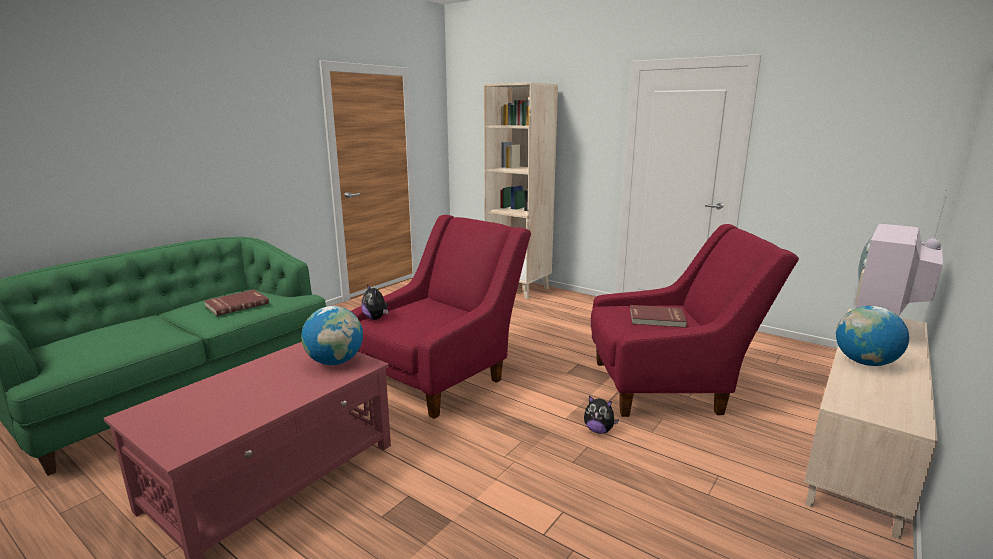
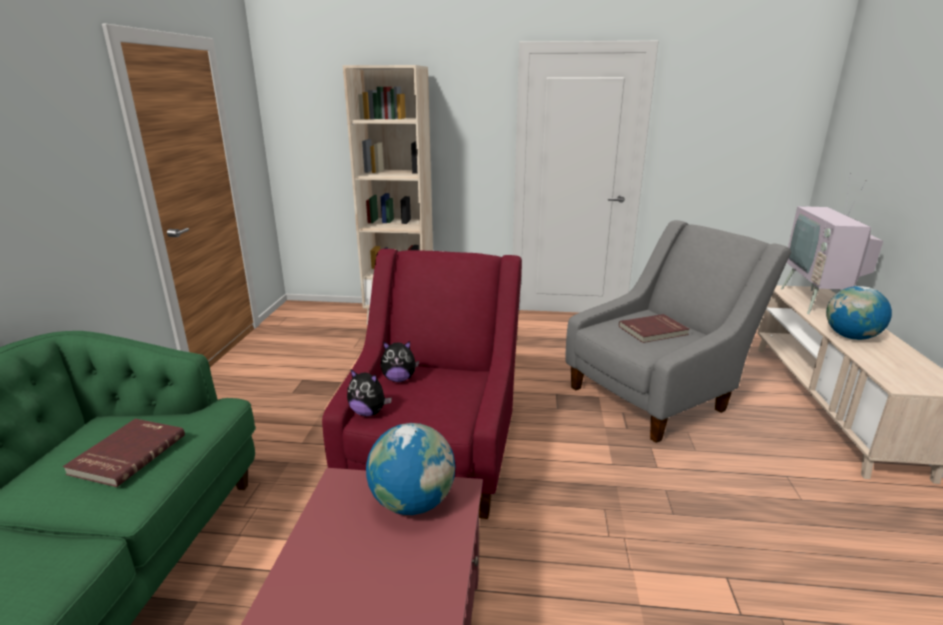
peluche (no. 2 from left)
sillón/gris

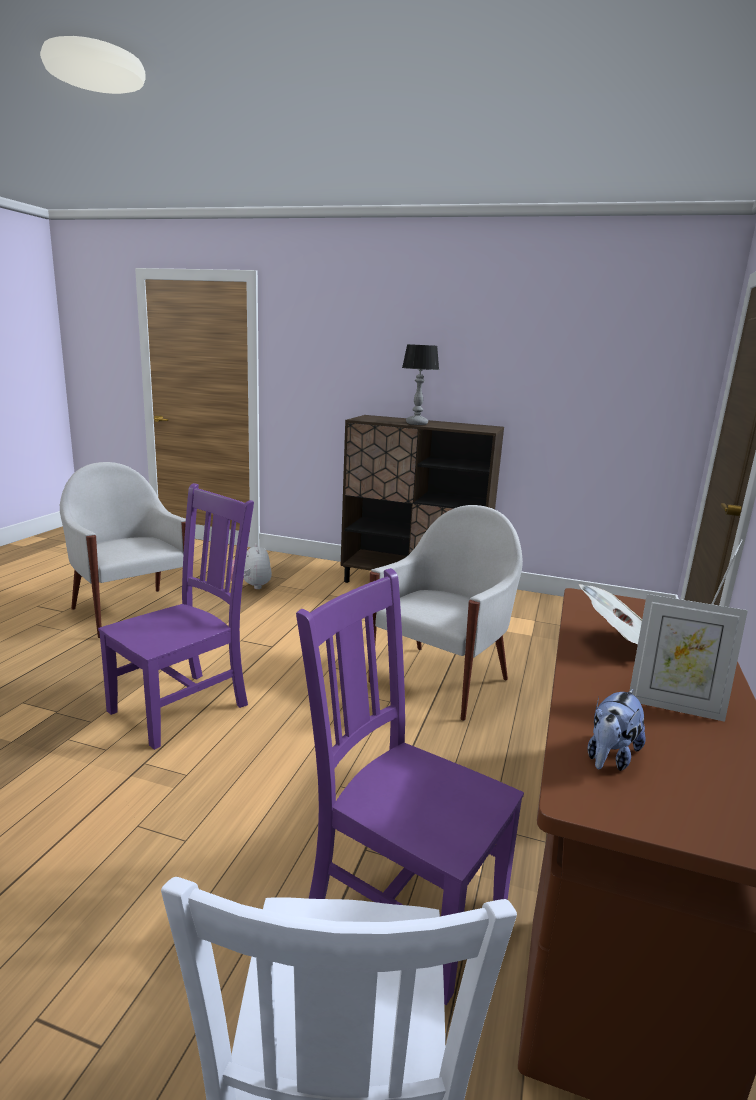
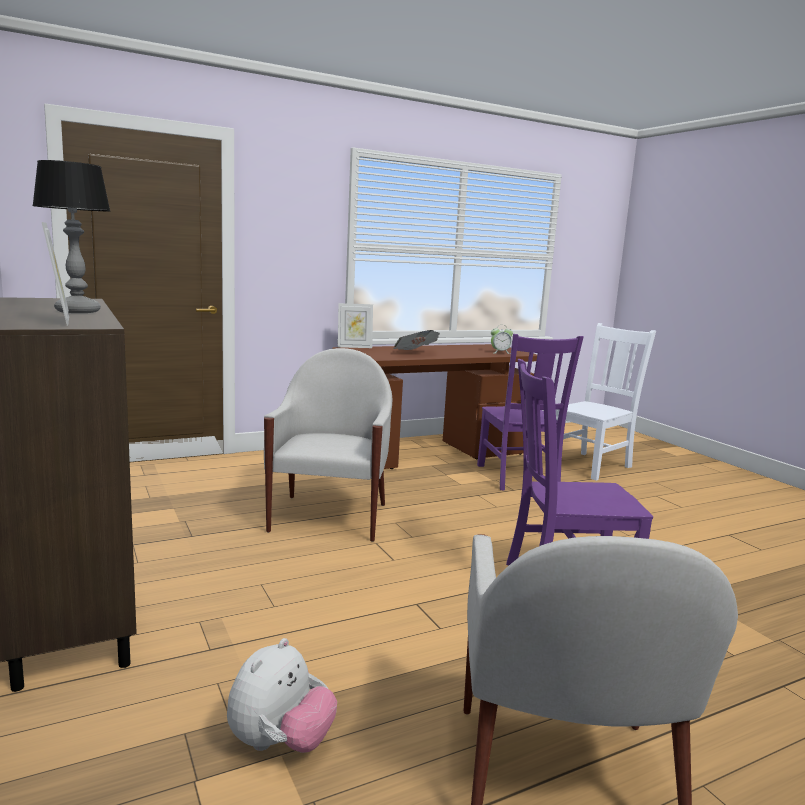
portarretratos (no. 1 from left)
sillón/blanco (no. 1 from left)
despertador

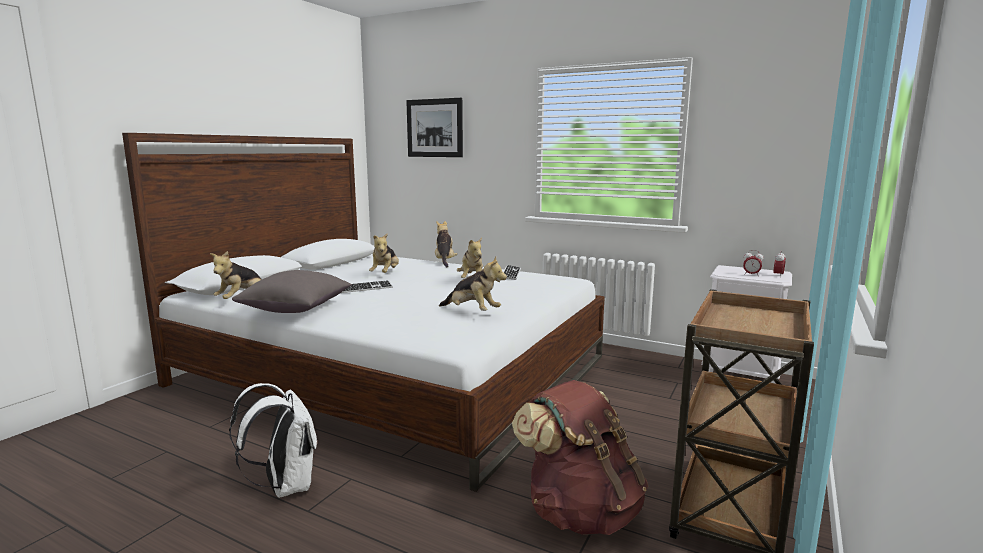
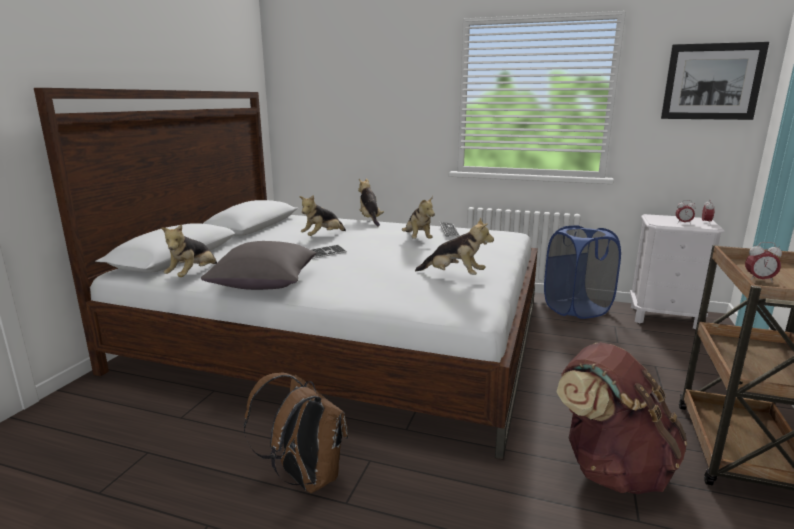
mochila/marrón (no. 1 from left)
peluche (no. 2 from left)
cesto de la ropa/azul
cuadro
despertador (no. 3 from left)

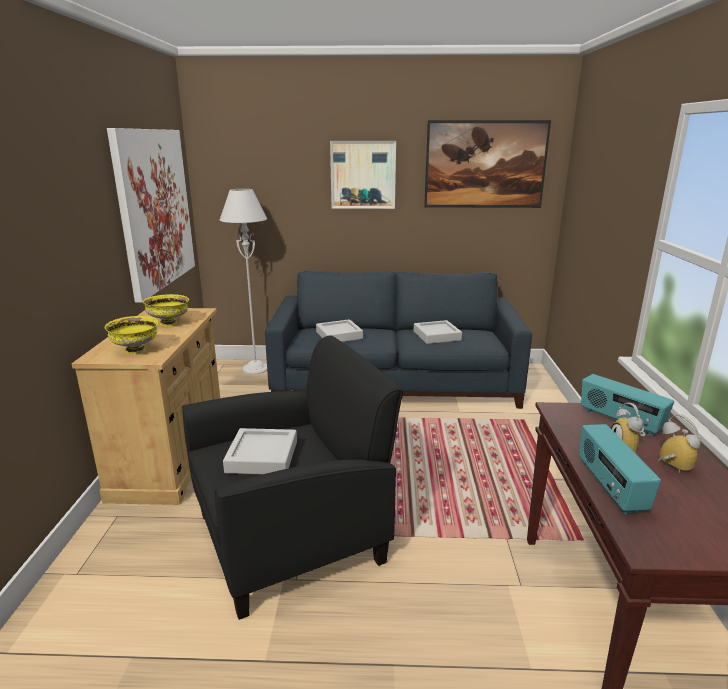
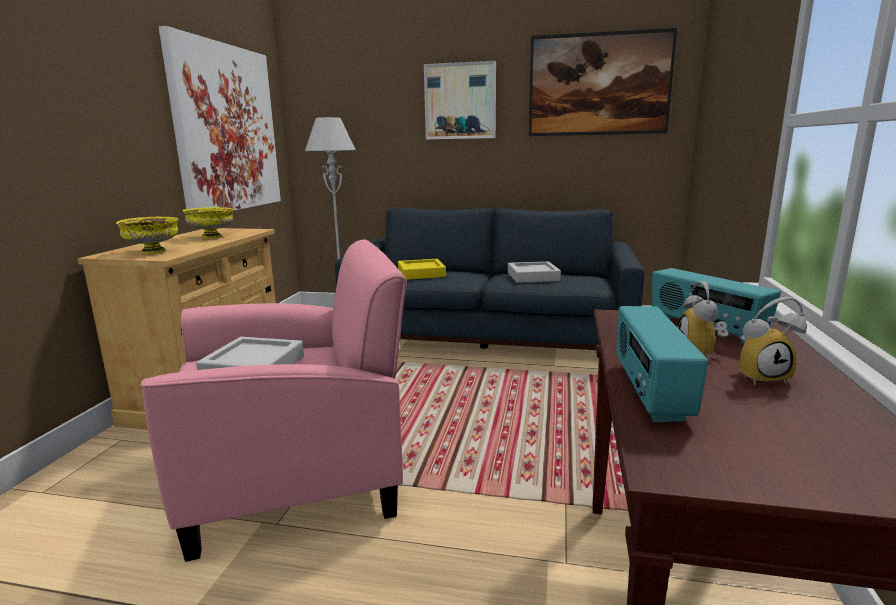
sillón/rosa
bandeja/amarillo
despertador (no. 2 from left)

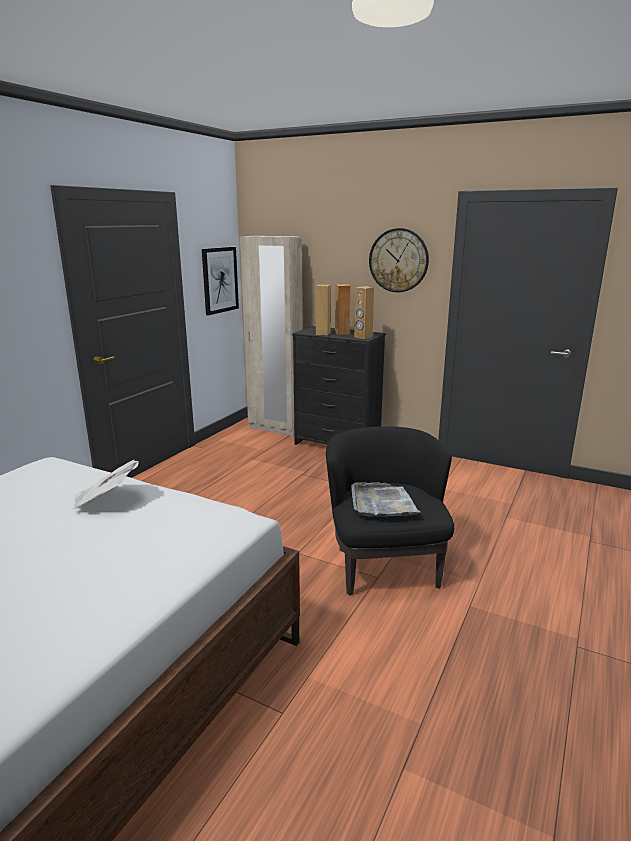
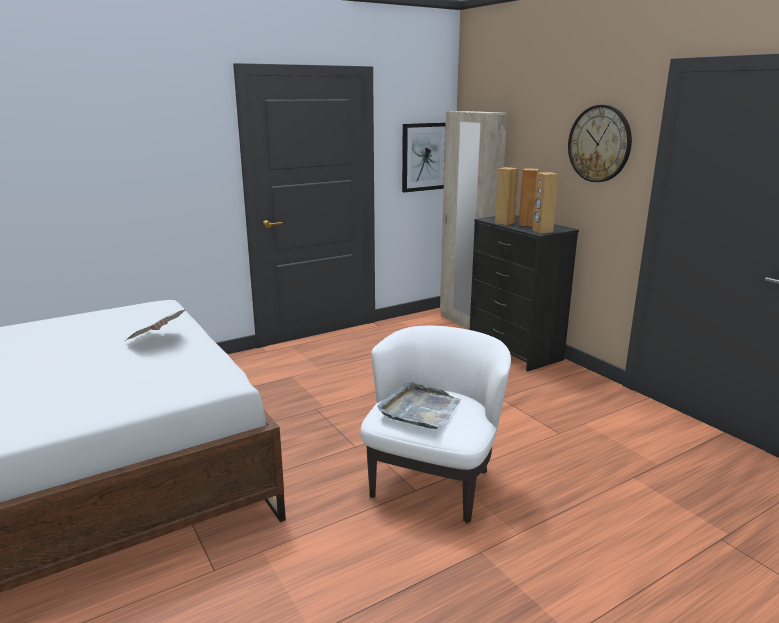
sillón/blanco

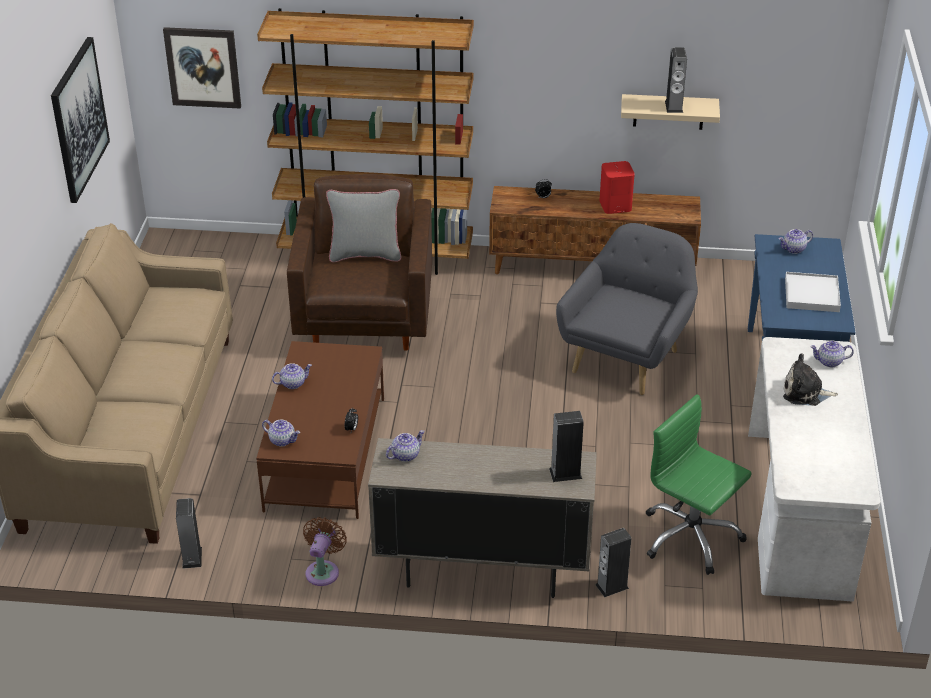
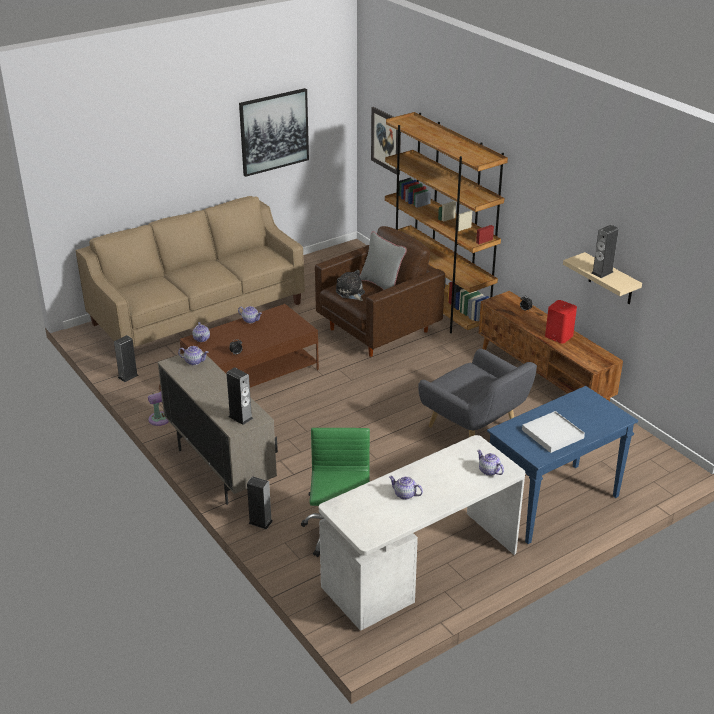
peluche
tetera (no. 4 from left)
sillón/gris

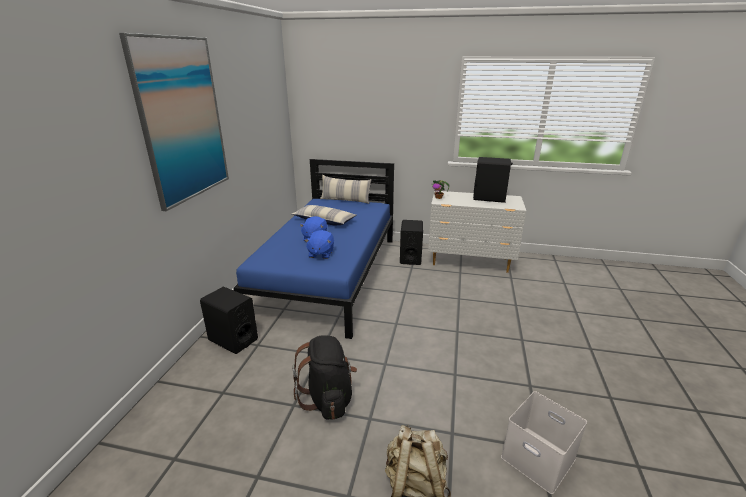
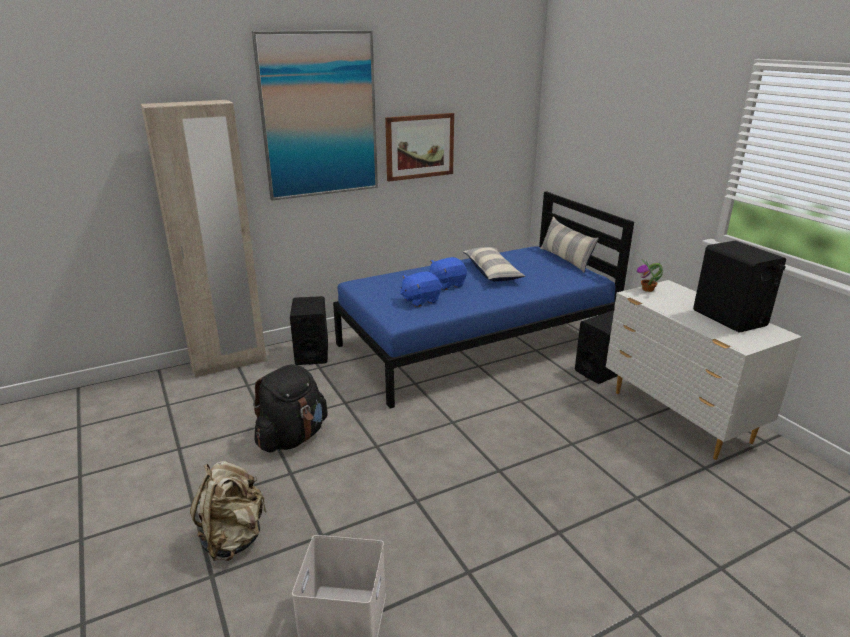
armario ropero/beis
cuadro (no. 2 from left)

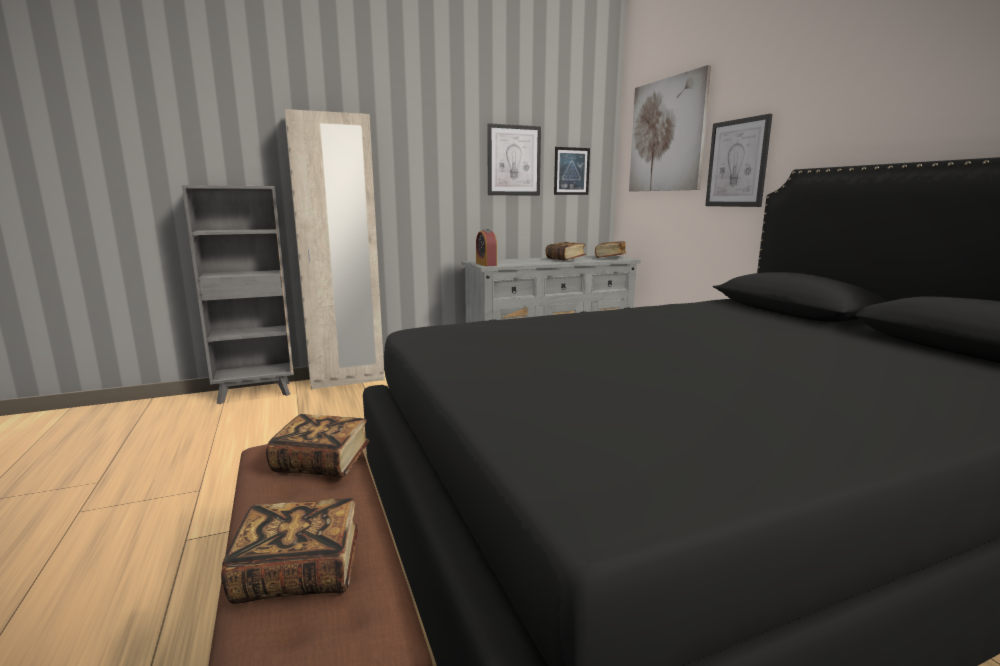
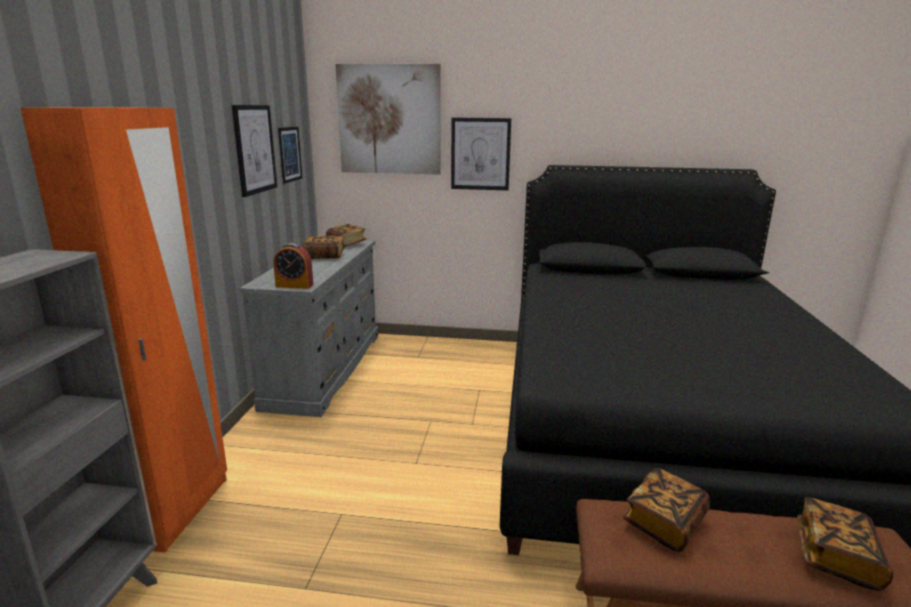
armario ropero/naranja

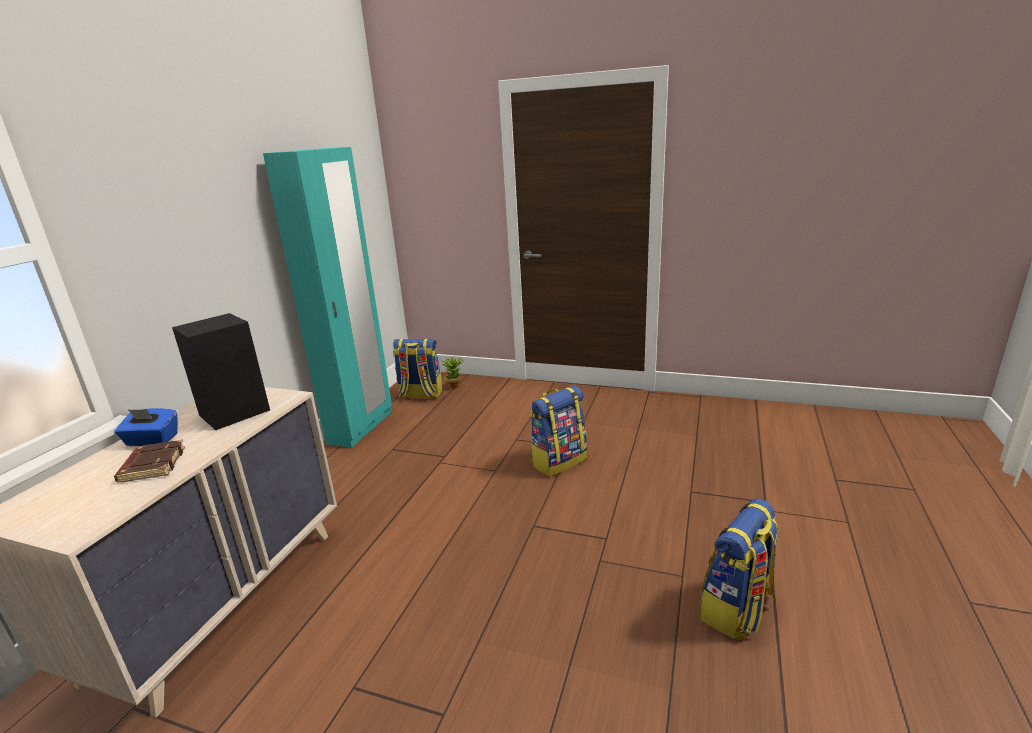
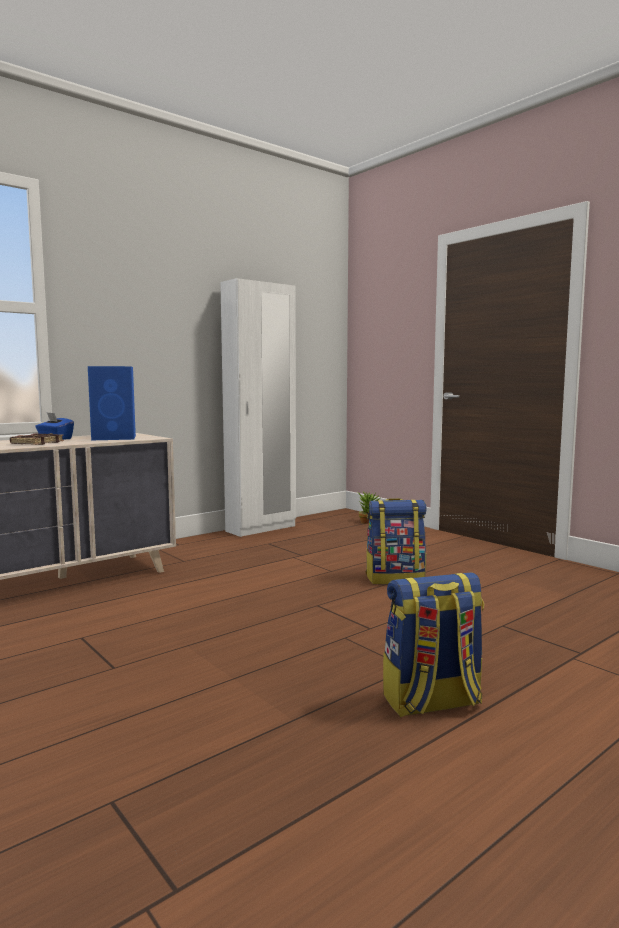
altavoz/azul
armario ropero/blanco
mochila (no. 1 from left in the first image)

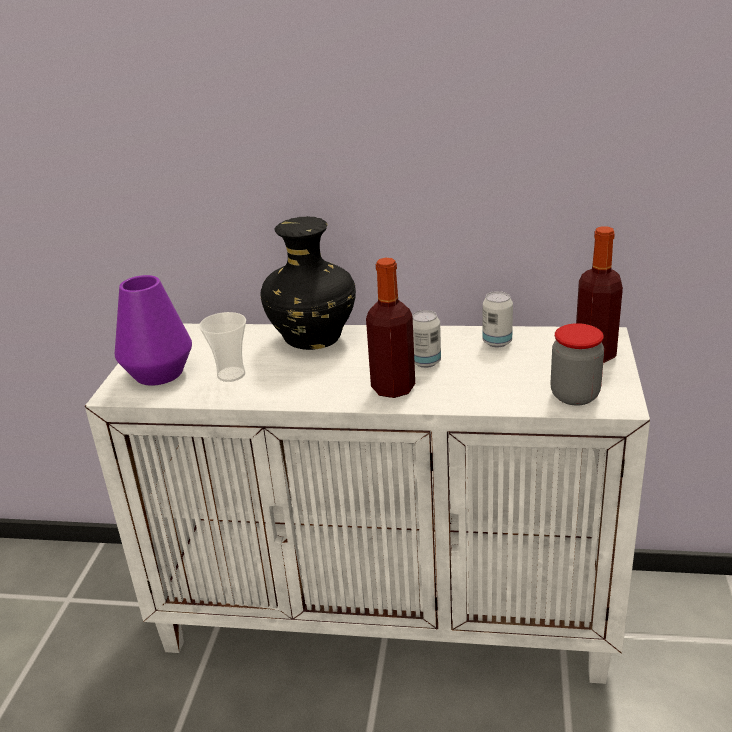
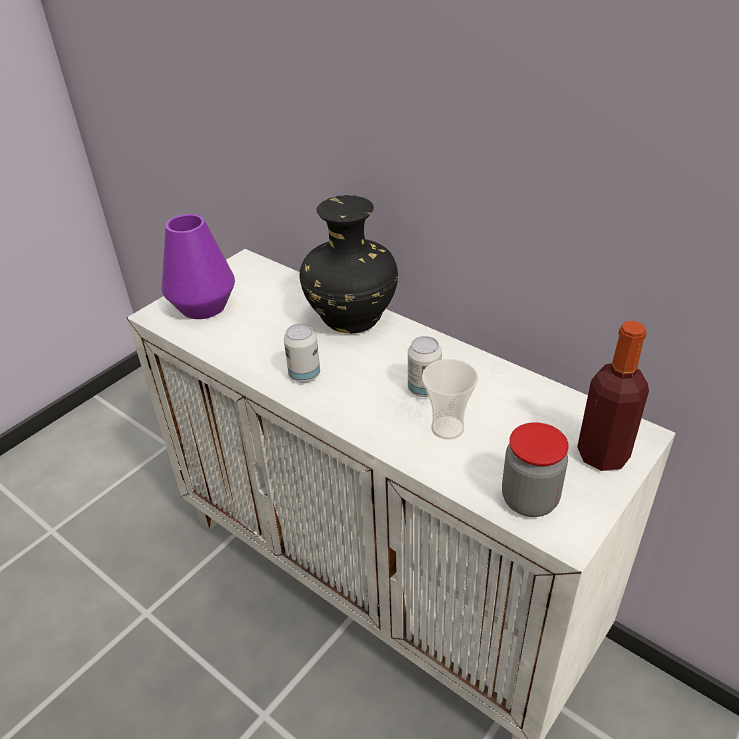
lata (no. 1 from left)
taza
botella (no. 1 from left in the first image)

